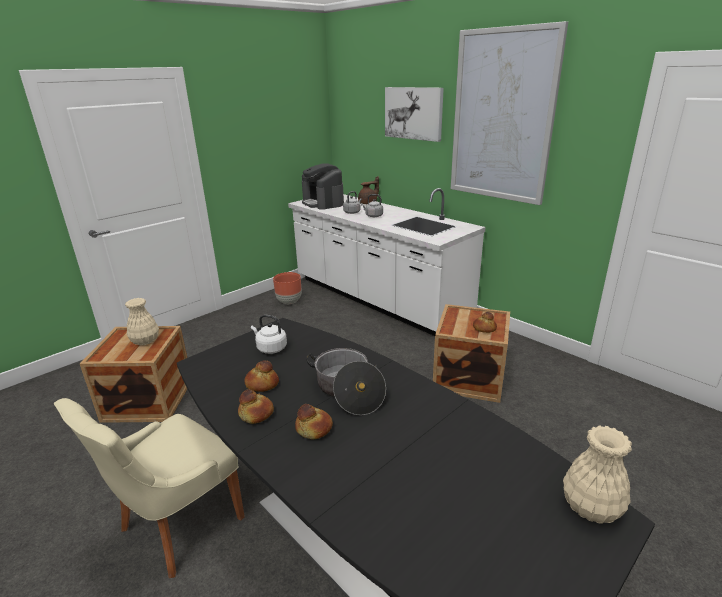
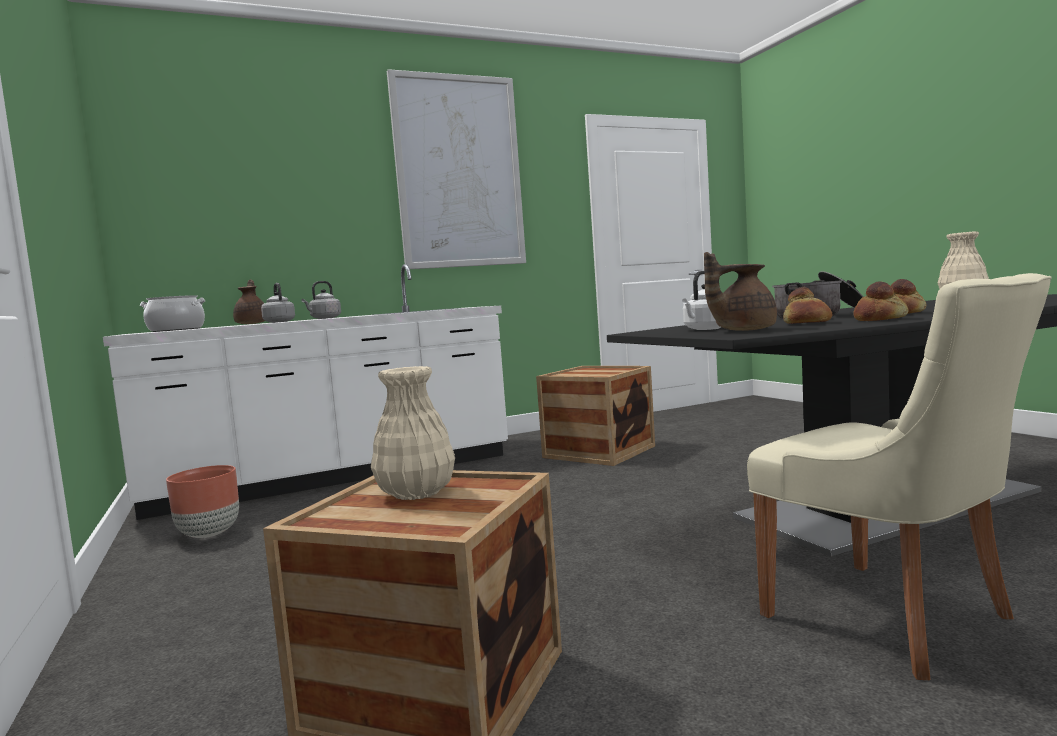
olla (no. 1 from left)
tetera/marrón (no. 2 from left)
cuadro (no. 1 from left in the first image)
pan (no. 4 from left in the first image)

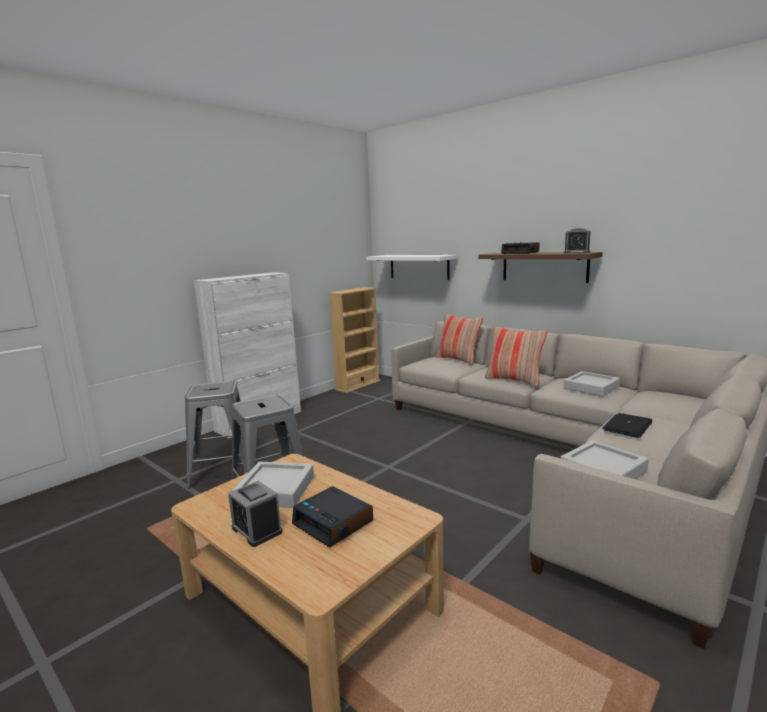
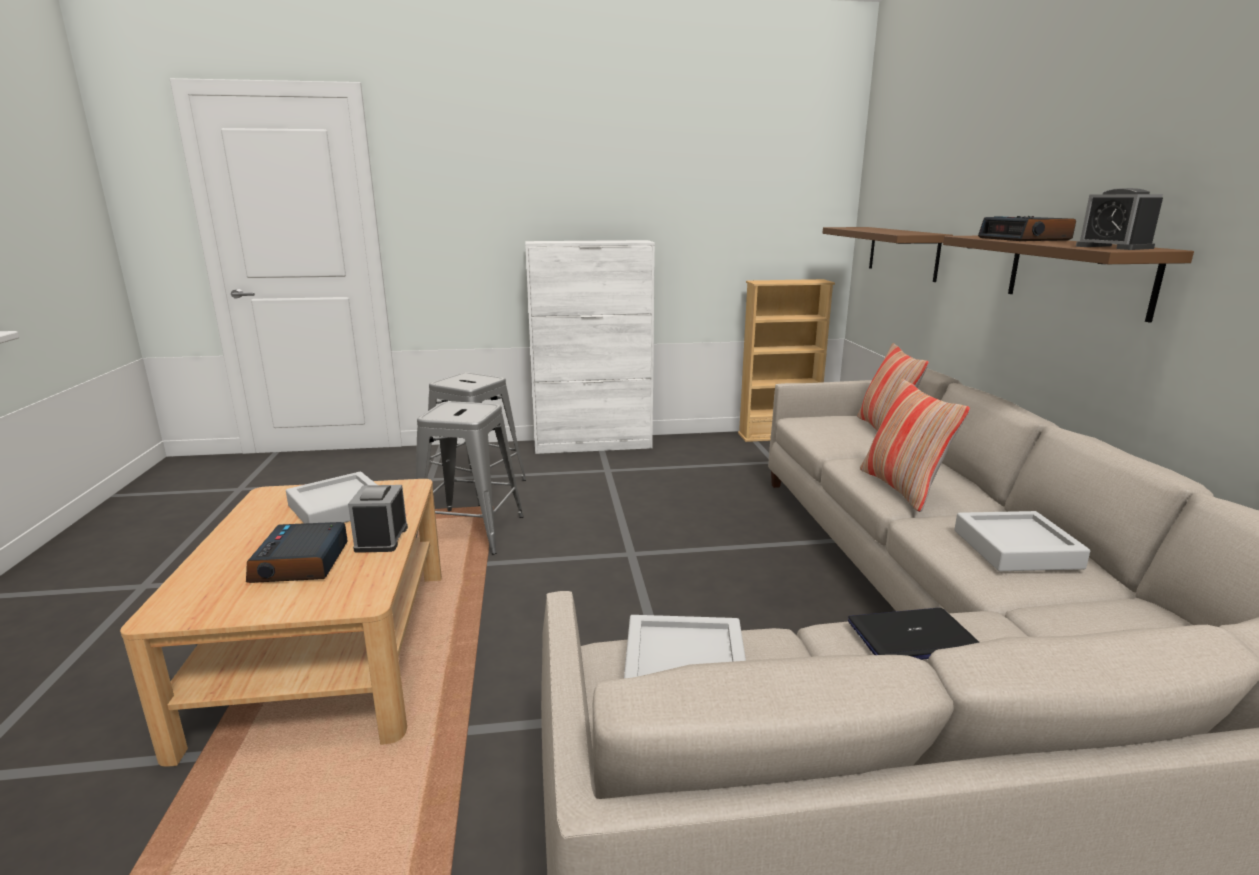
despertador (no. 2 from left)
estante/marrón (no. 1 from left)

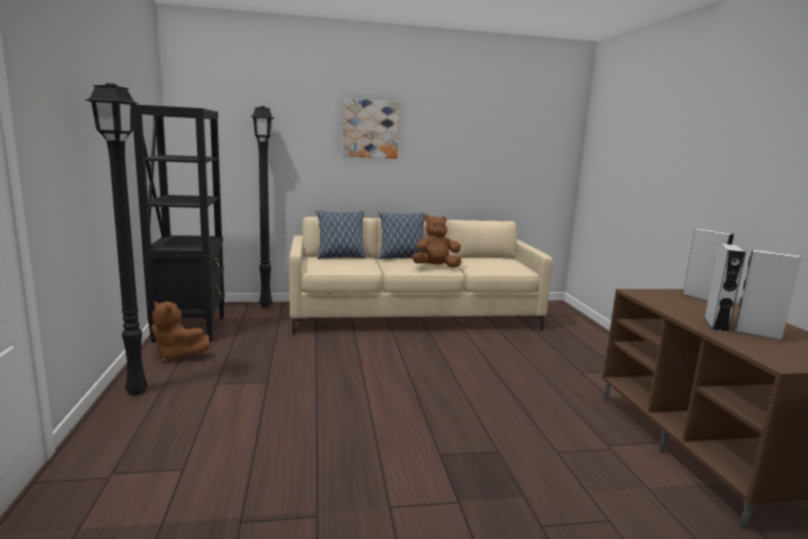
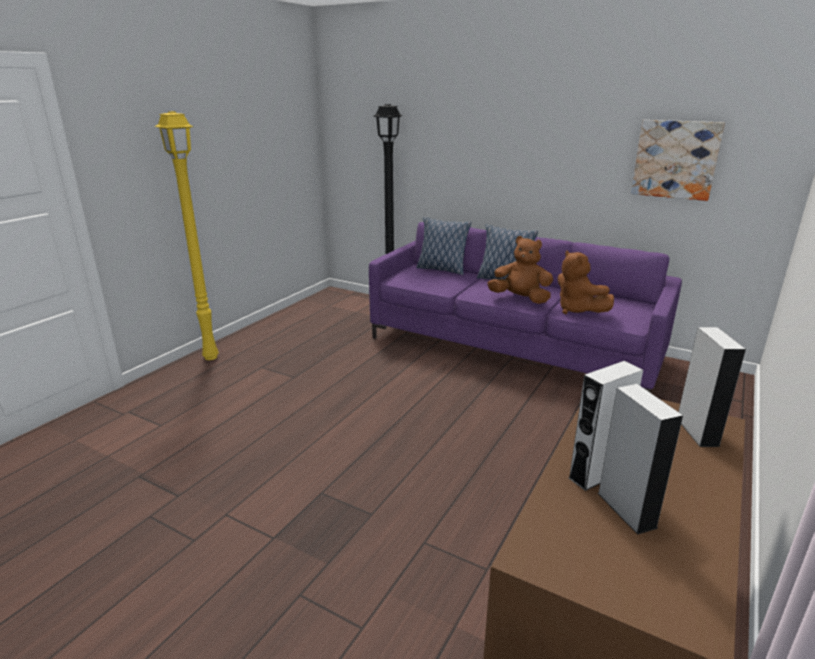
lámpara de pie/amarillo
sofá/morado
peluche/marrón (no. 2 from left)
cuadro
estantería/negro

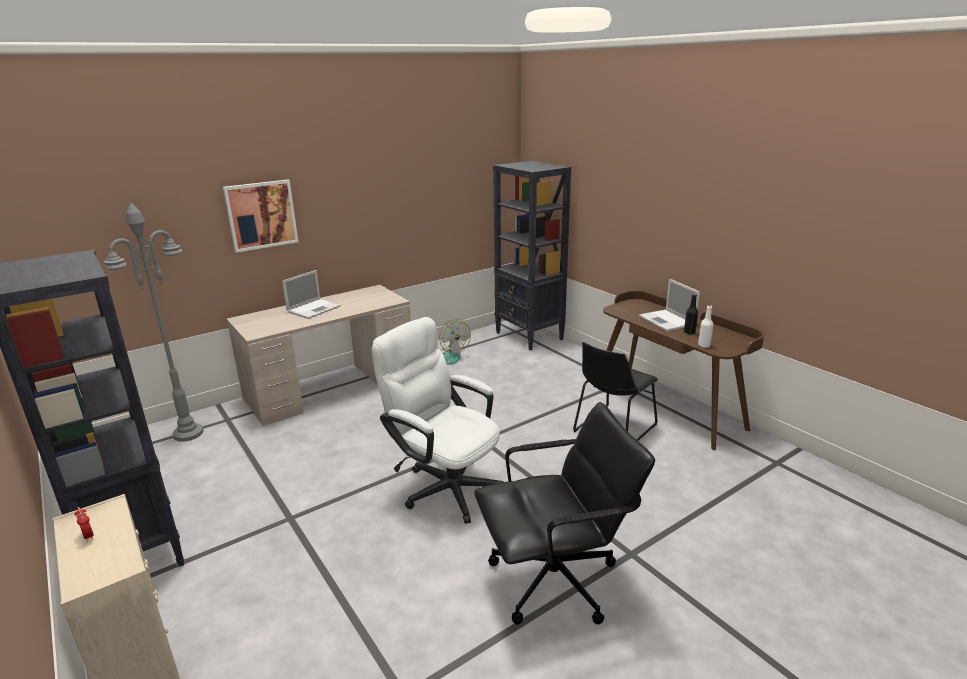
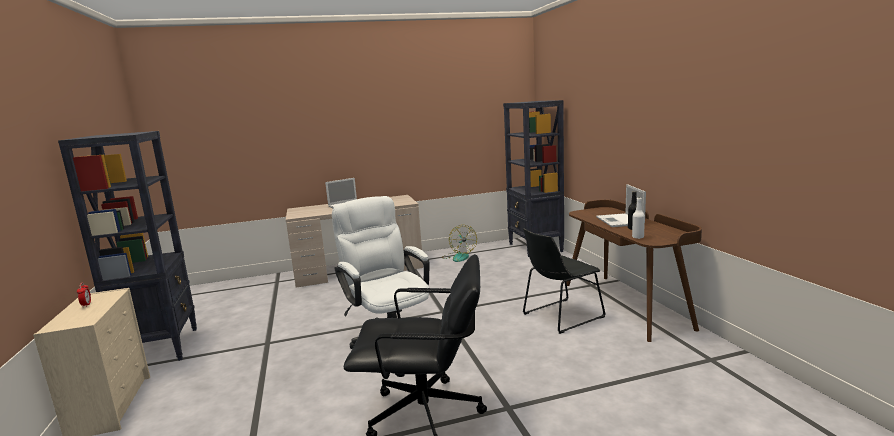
lámpara de pie/gris
cuadro

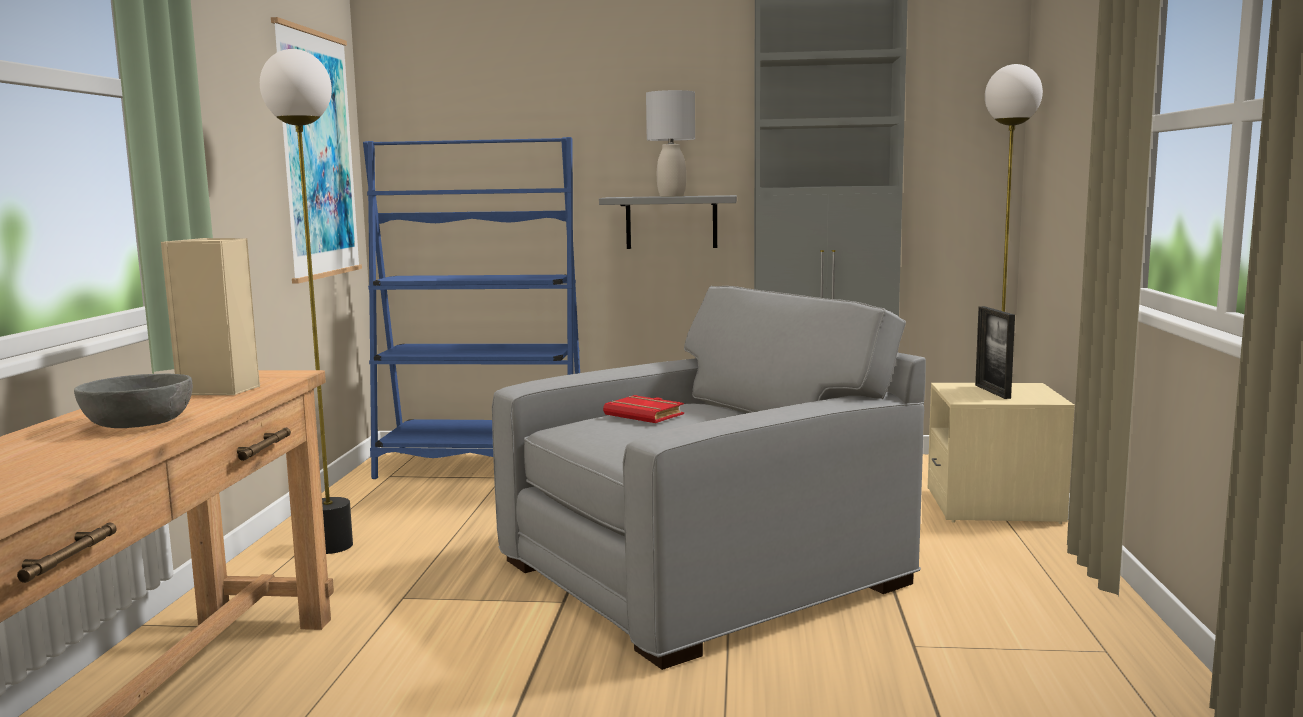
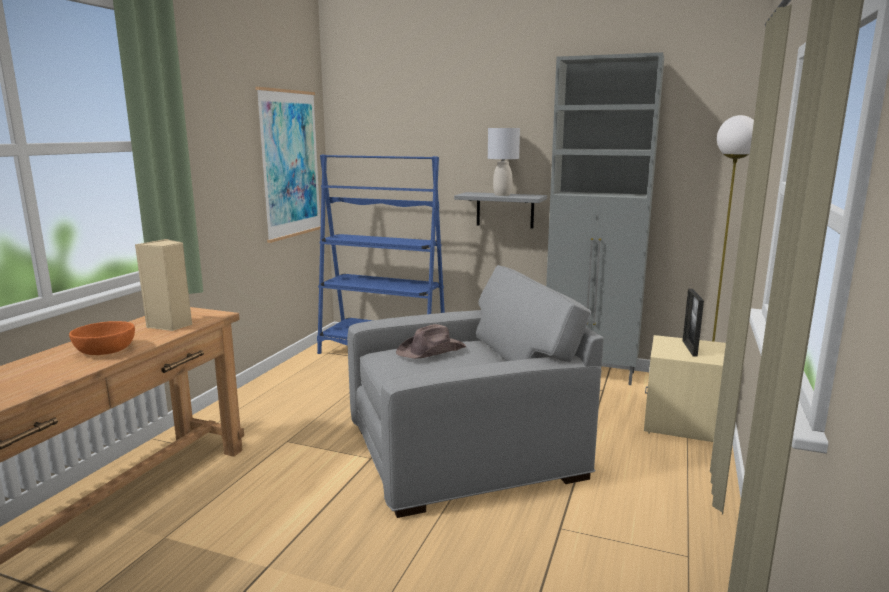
cuenco/naranja
sombrero/marrón
lámpara de pie (no. 1 from left in the first image)

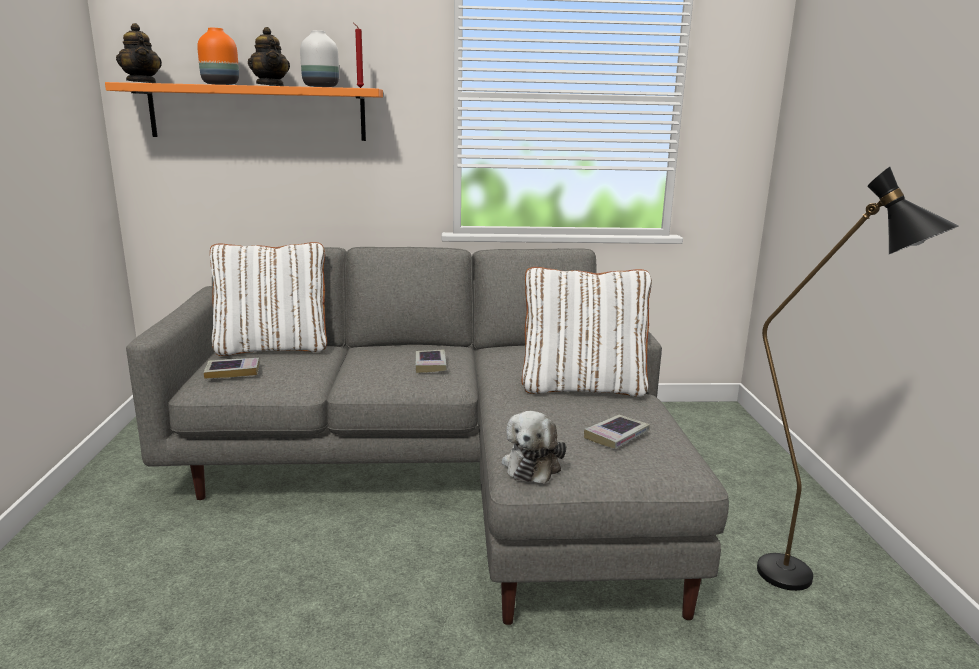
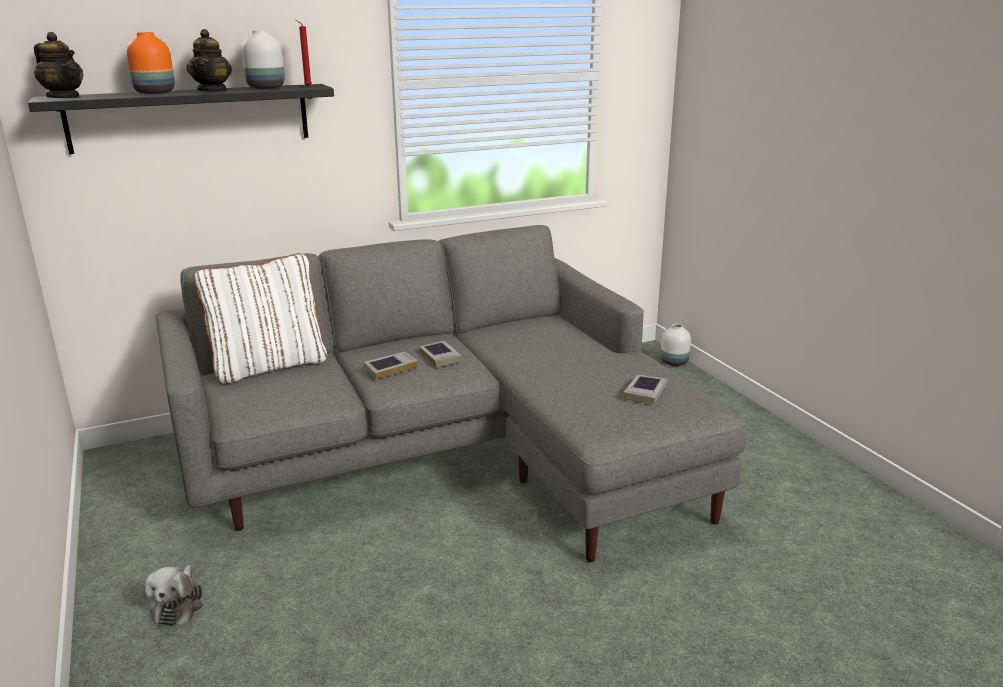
estante/negro
peluche
tetera (no. 2 from left)
libro (no. 1 from left)
florero/blanco (no. 2 from left)
cojín/blanco (no. 2 from left in the first image)
lámpara de pie/negro

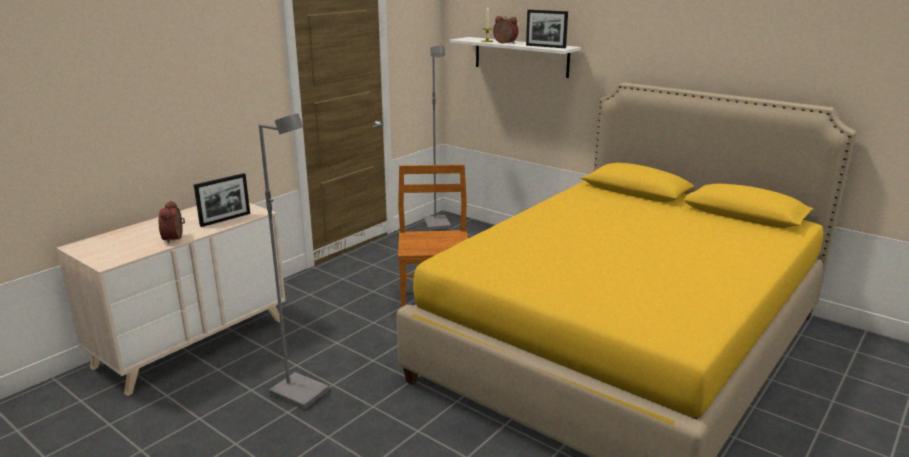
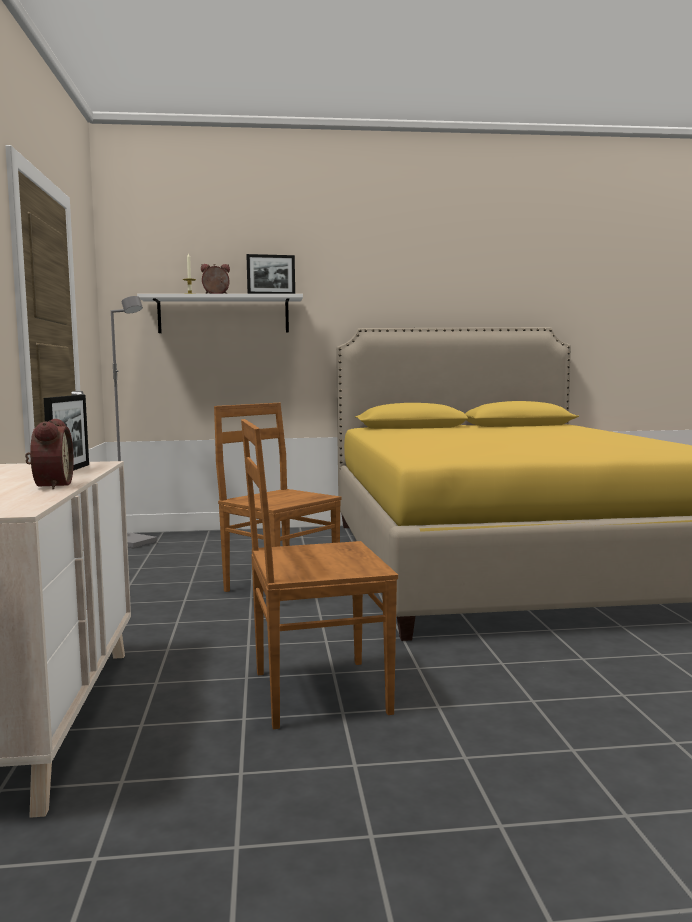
despertador (no. 1 from left)
silla/marrón (no. 2 from left)

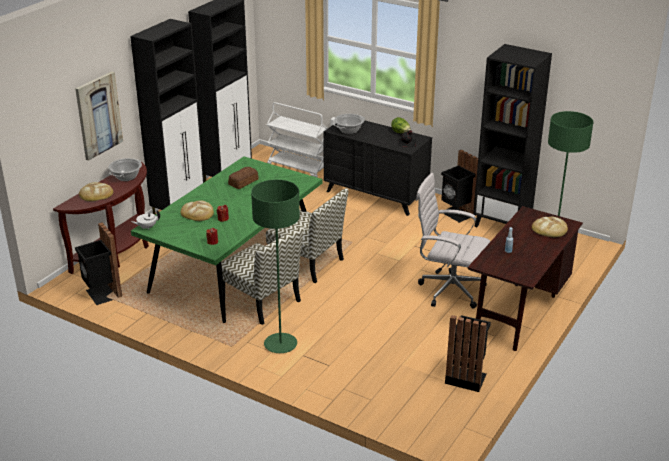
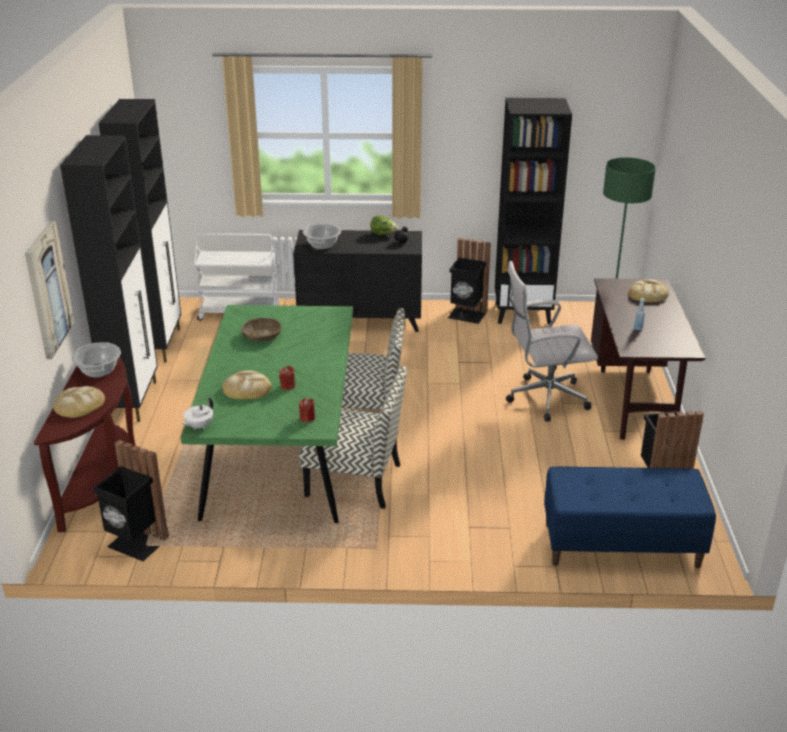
cuenco/marrón
banco/azul
lámpara de pie/verde (no. 1 from left in the first image)

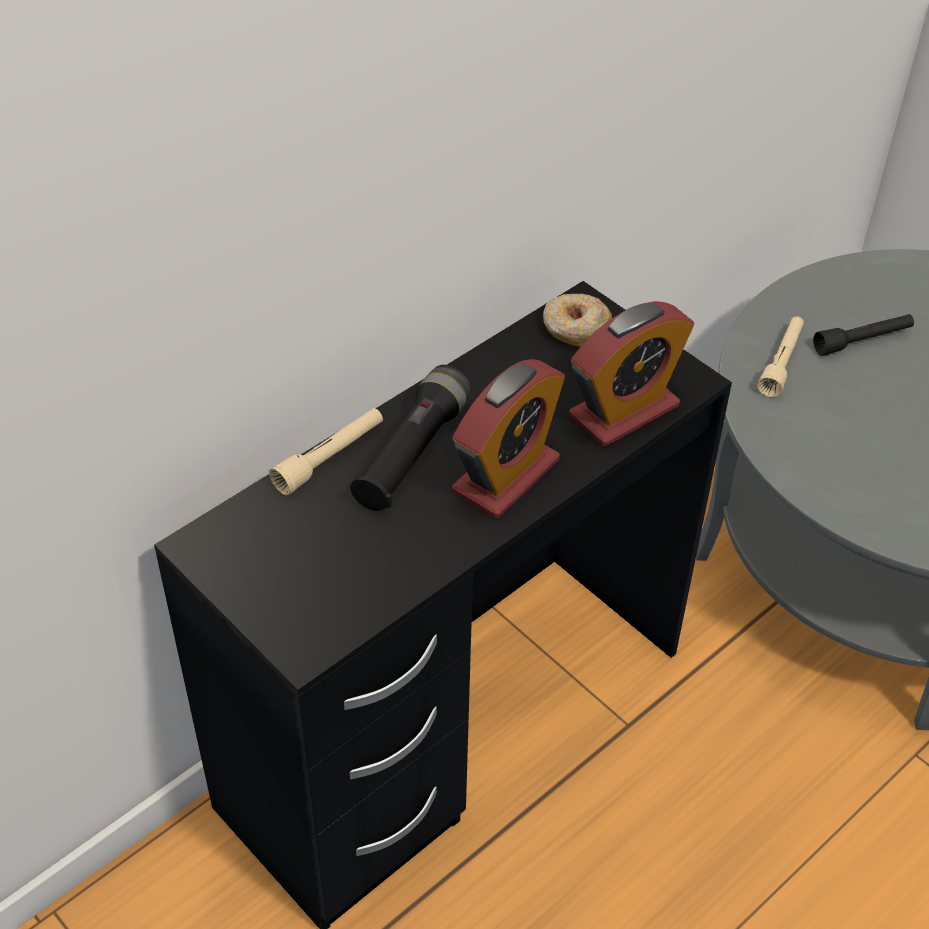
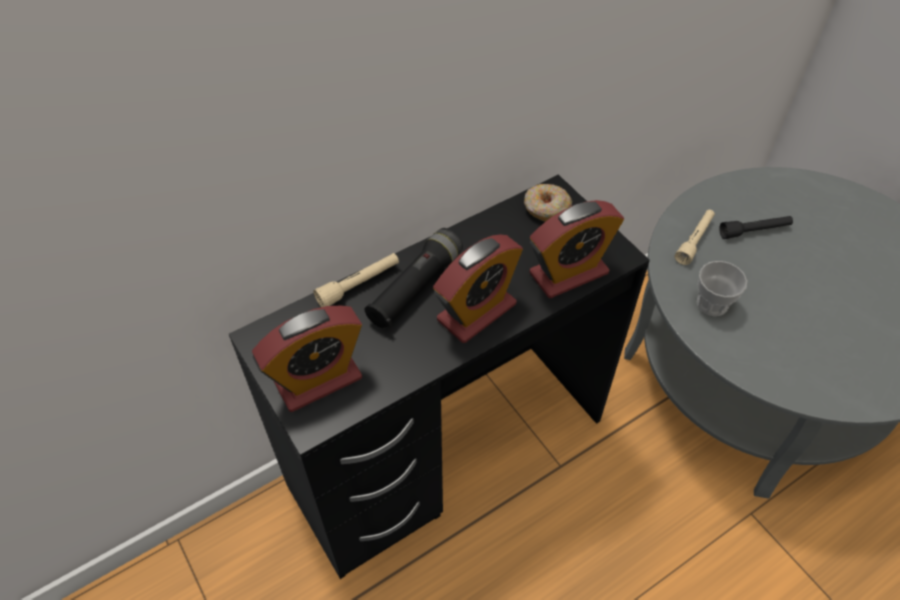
despertador (no. 1 from left)
taza

